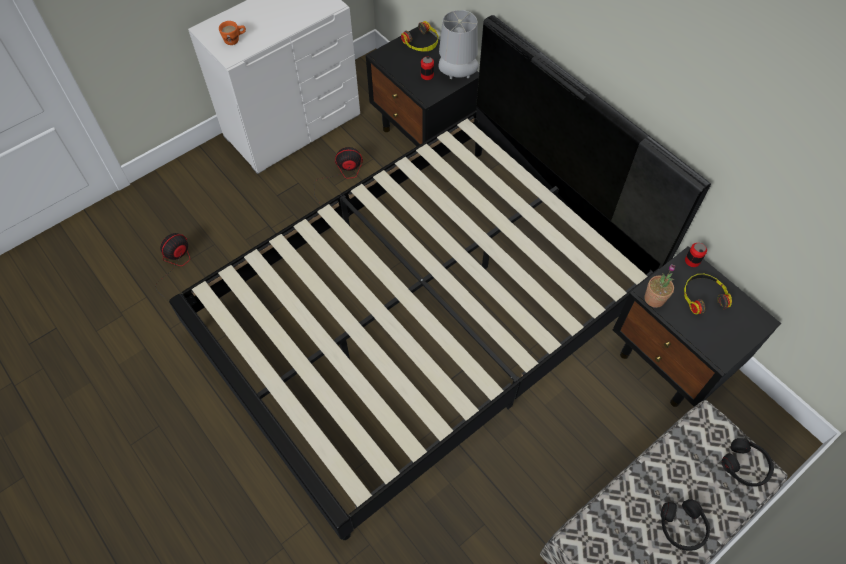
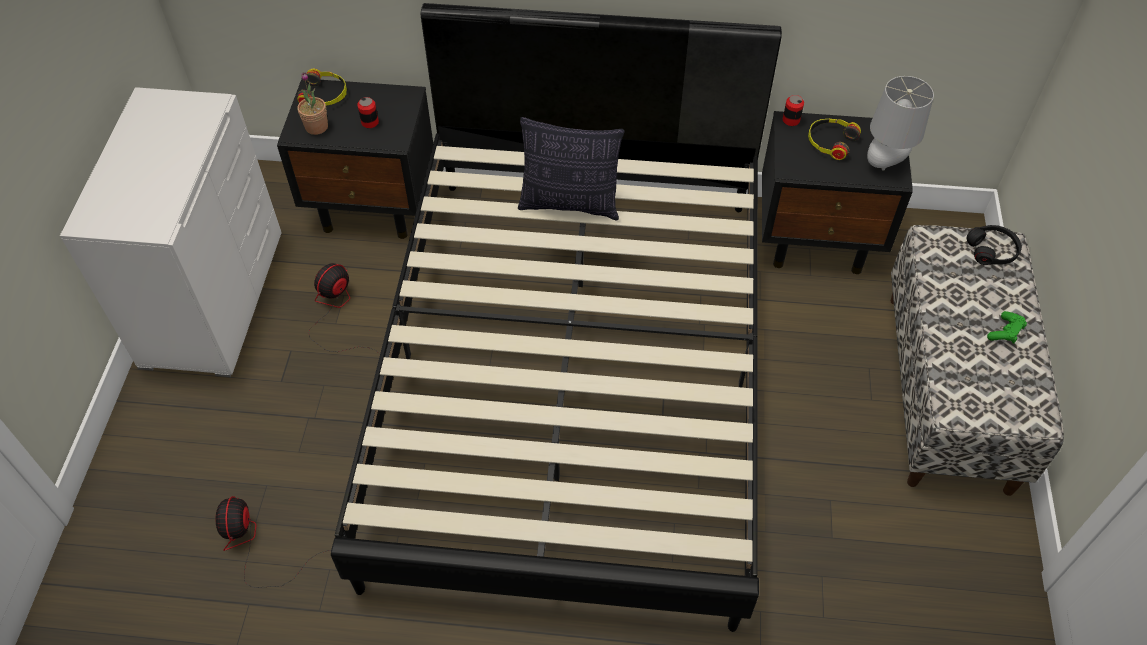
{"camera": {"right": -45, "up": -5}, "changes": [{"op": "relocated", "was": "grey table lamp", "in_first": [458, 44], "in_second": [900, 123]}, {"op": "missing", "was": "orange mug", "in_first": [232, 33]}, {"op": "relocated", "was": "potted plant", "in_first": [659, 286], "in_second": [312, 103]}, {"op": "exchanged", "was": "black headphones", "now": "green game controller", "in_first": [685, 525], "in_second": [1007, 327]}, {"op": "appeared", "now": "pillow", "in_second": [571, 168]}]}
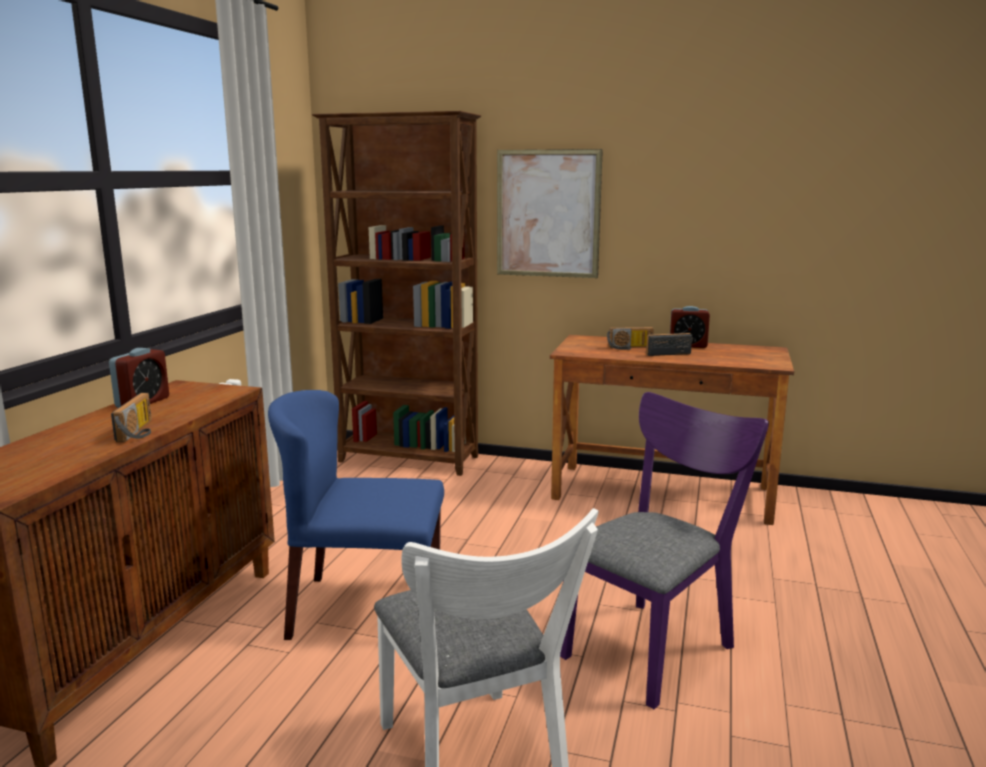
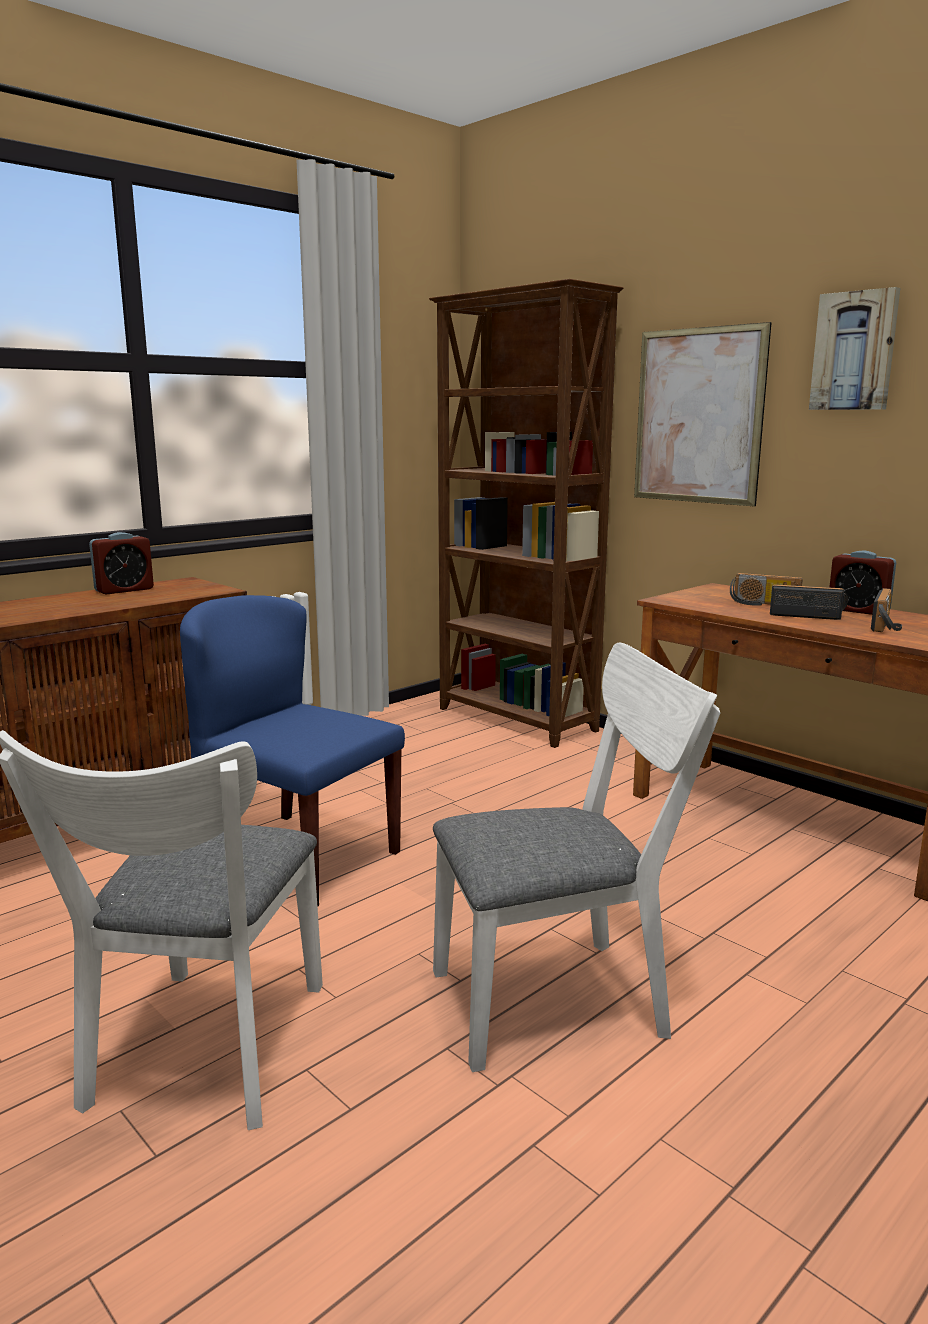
{"camera": {"right": 30, "up": 0}, "changes": [{"op": "colour", "was": "purple chair", "now": "white chair", "in_first": [664, 550], "in_second": [576, 857]}, {"op": "relocated", "was": "radio", "in_first": [131, 417], "in_second": [886, 610]}, {"op": "appeared", "now": "picture", "in_second": [854, 348]}]}
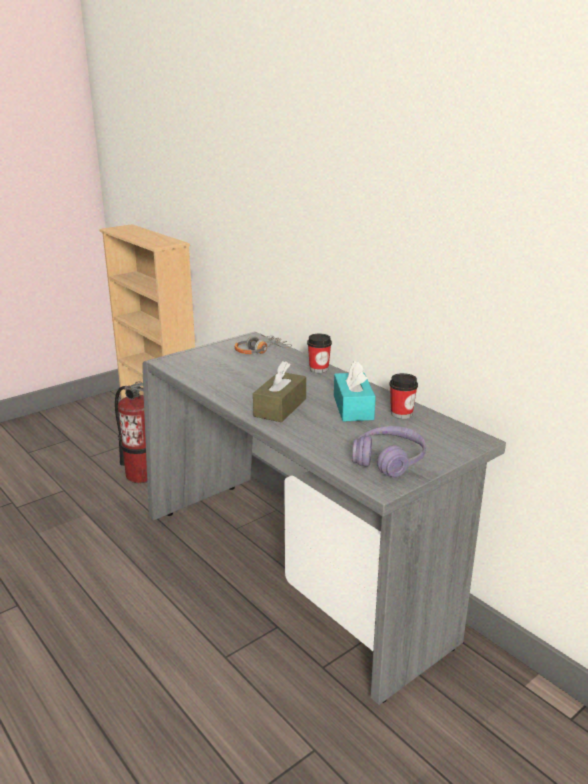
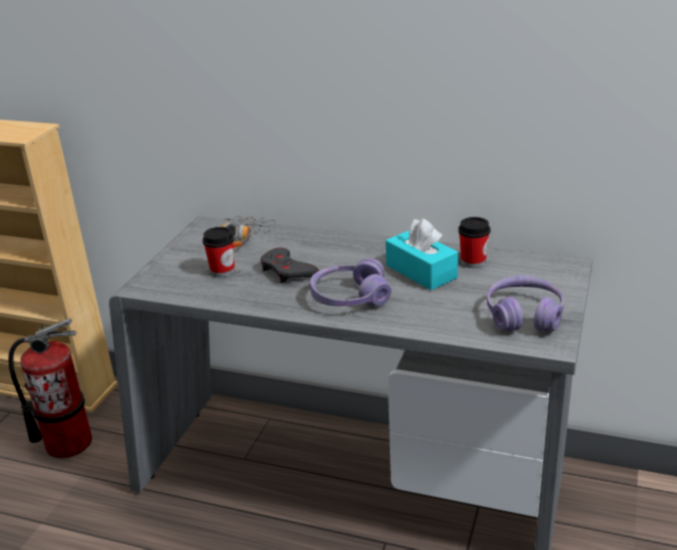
{"camera": {"right": -30, "up": 5}, "changes": [{"op": "relocated", "was": "cup", "in_first": [319, 353], "in_second": [219, 252]}, {"op": "exchanged", "was": "brown tissue box", "now": "purple headphones", "in_first": [279, 391], "in_second": [350, 282]}, {"op": "appeared", "now": "grey game controller", "in_second": [289, 265]}]}
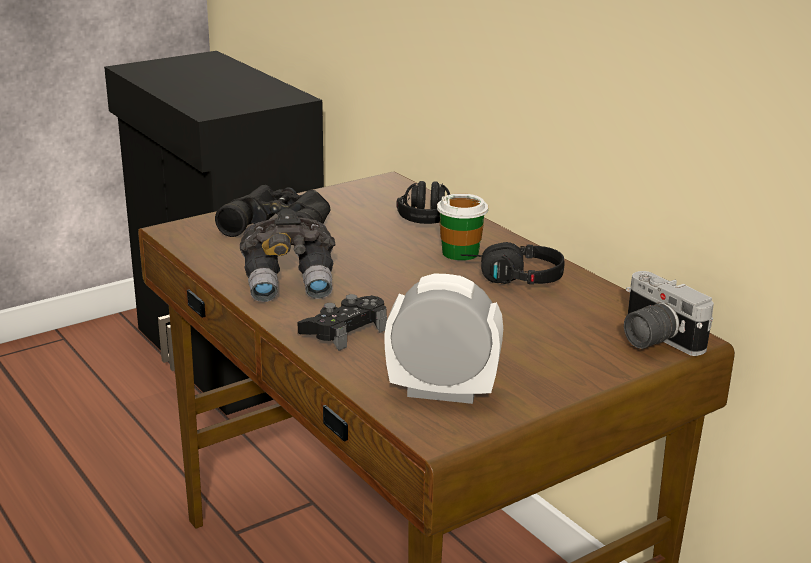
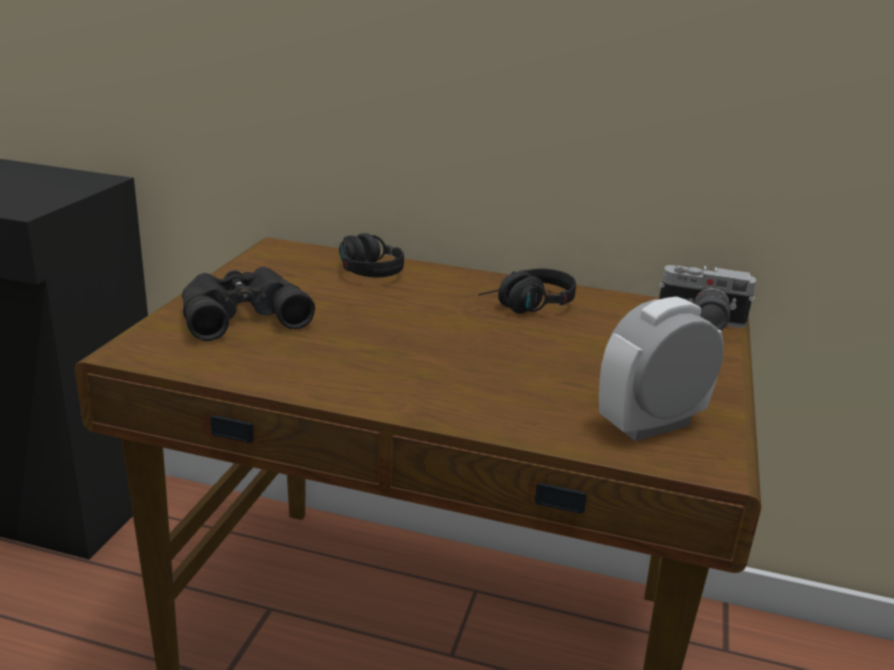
{"camera": {"right": -40, "up": 0}, "changes": [{"op": "missing", "was": "cup", "in_first": [462, 227]}, {"op": "missing", "was": "grey binoculars", "in_first": [288, 255]}, {"op": "missing", "was": "black game controller", "in_first": [342, 322]}]}
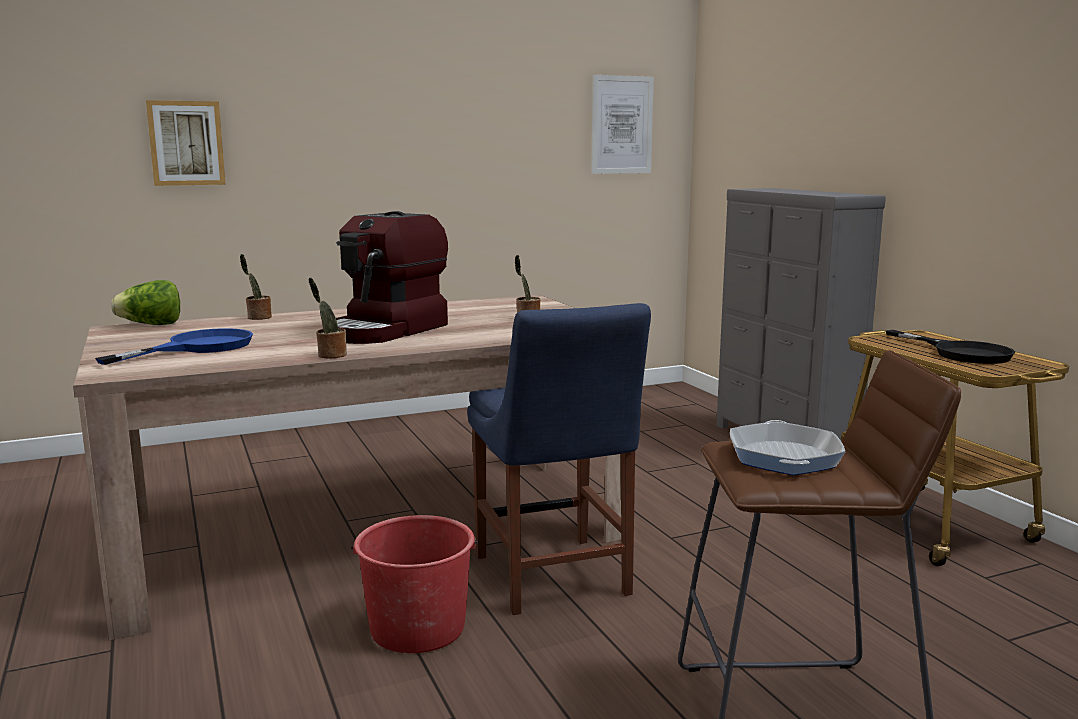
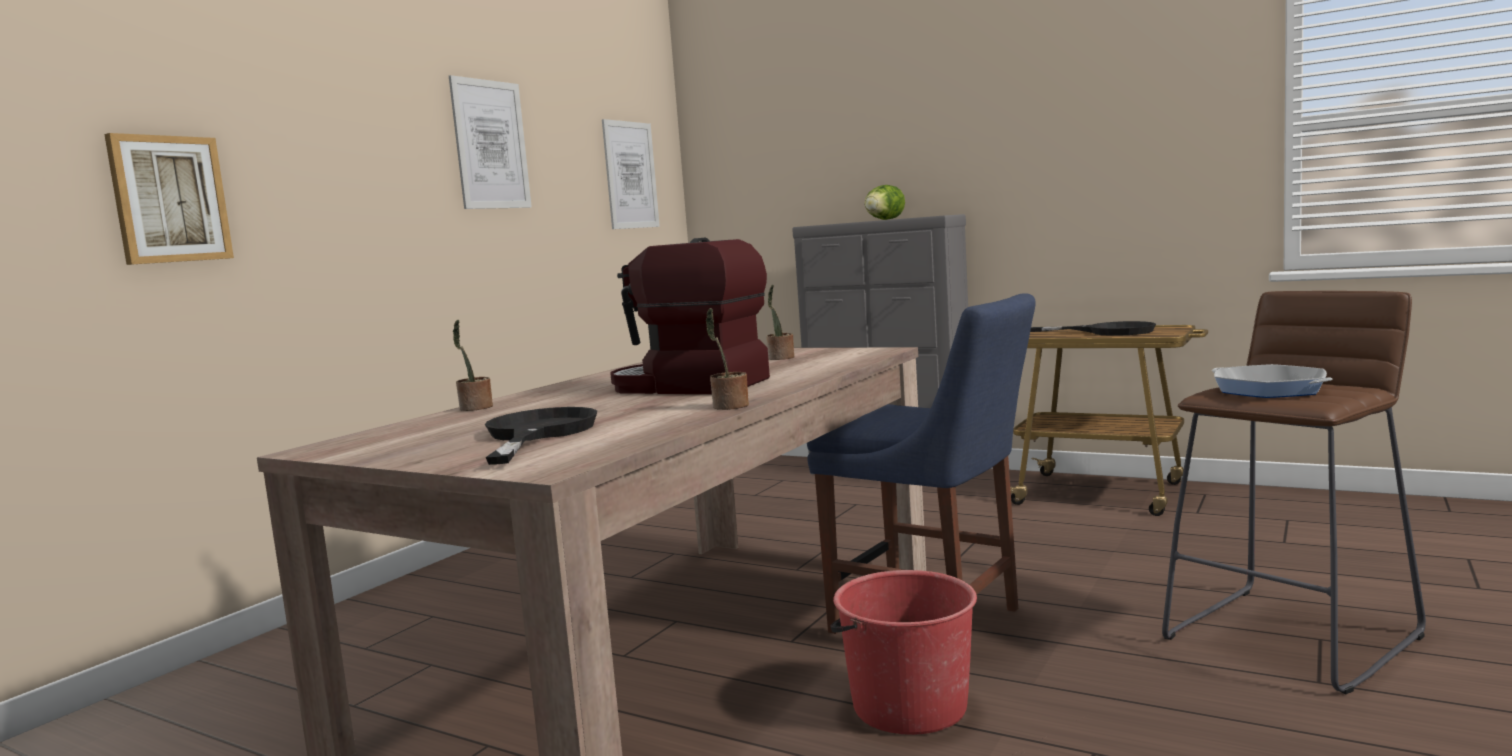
{"camera": {"right": -35, "up": -5}, "changes": [{"op": "spun", "was": "coffee machine", "in_first": [392, 277], "in_second": [690, 316], "clockwise": 120}, {"op": "relocated", "was": "lettuce", "in_first": [145, 302], "in_second": [885, 202]}, {"op": "colour", "was": "blue frying pan", "now": "black frying pan", "in_first": [174, 346], "in_second": [541, 436]}, {"op": "appeared", "now": "picture", "in_second": [490, 142]}]}
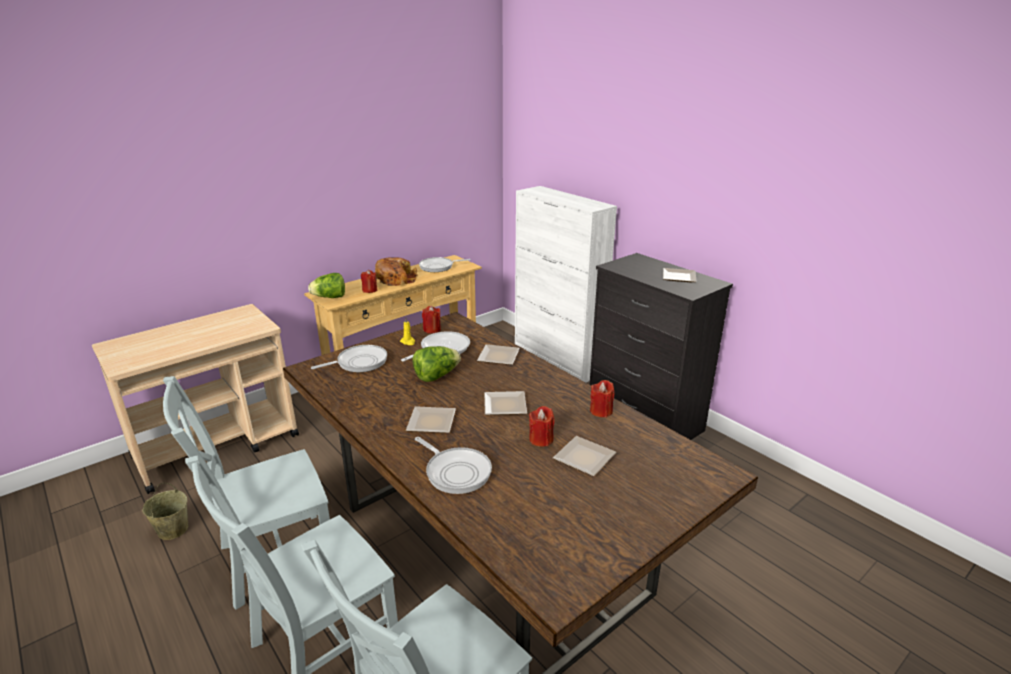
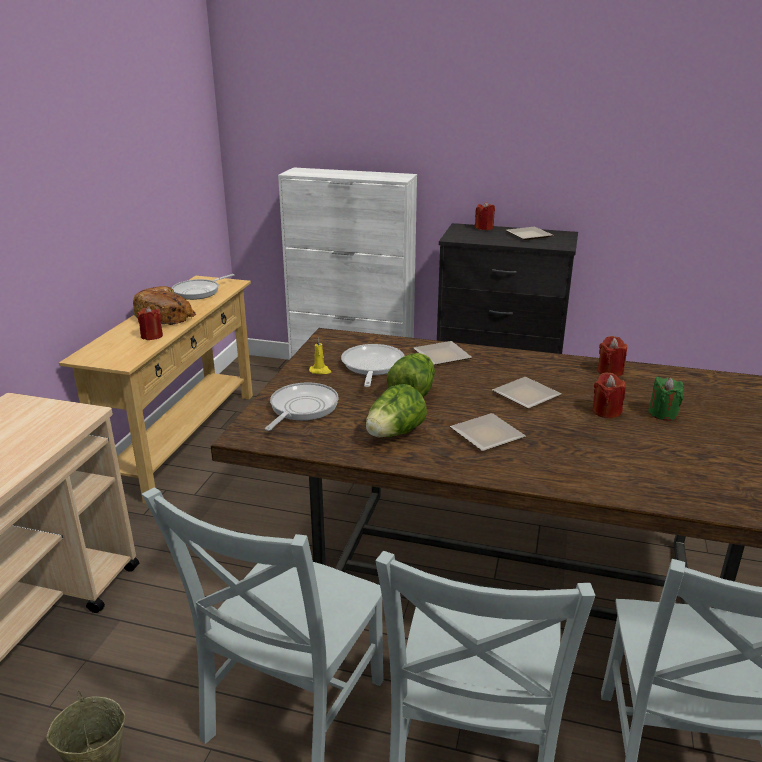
{"camera": {"right": -35, "up": 0}, "changes": [{"op": "relocated", "was": "lettuce", "in_first": [326, 285], "in_second": [396, 411]}, {"op": "relocated", "was": "red candle", "in_first": [431, 319], "in_second": [485, 216]}, {"op": "exchanged", "was": "plate", "now": "green candle", "in_first": [584, 456], "in_second": [666, 399]}, {"op": "missing", "was": "frying pan", "in_first": [453, 465]}]}
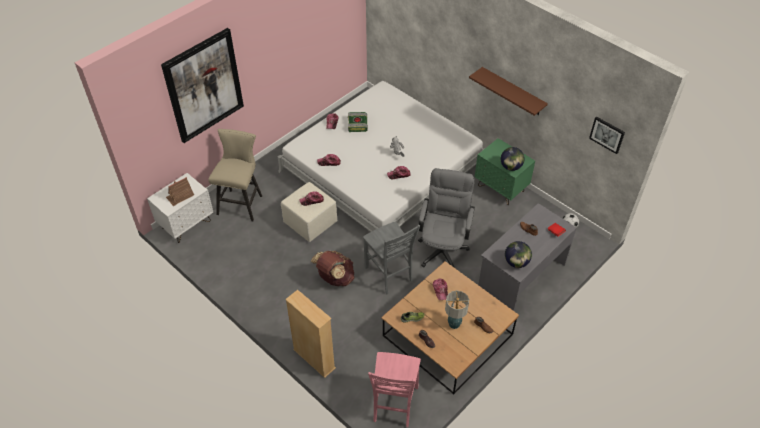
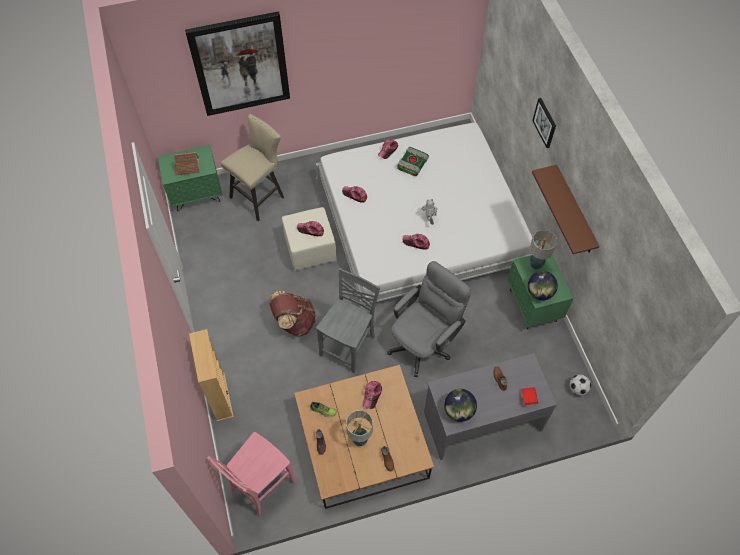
{"camera": {"right": 30, "up": 10}, "changes": [{"op": "relocated", "was": "picture", "in_first": [607, 135], "in_second": [544, 123]}, {"op": "colour", "was": "white nightstand", "now": "green nightstand", "in_first": [180, 208], "in_second": [190, 178]}, {"op": "spun", "was": "grey chair", "in_first": [391, 258], "in_second": [348, 320], "clockwise": -150}, {"op": "appeared", "now": "table lamp", "in_second": [543, 250]}]}
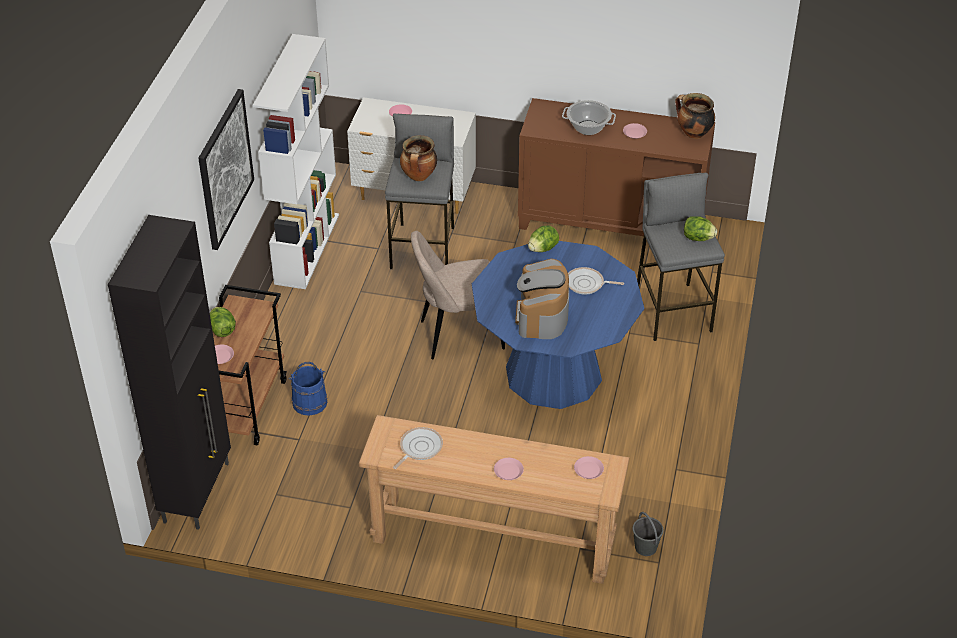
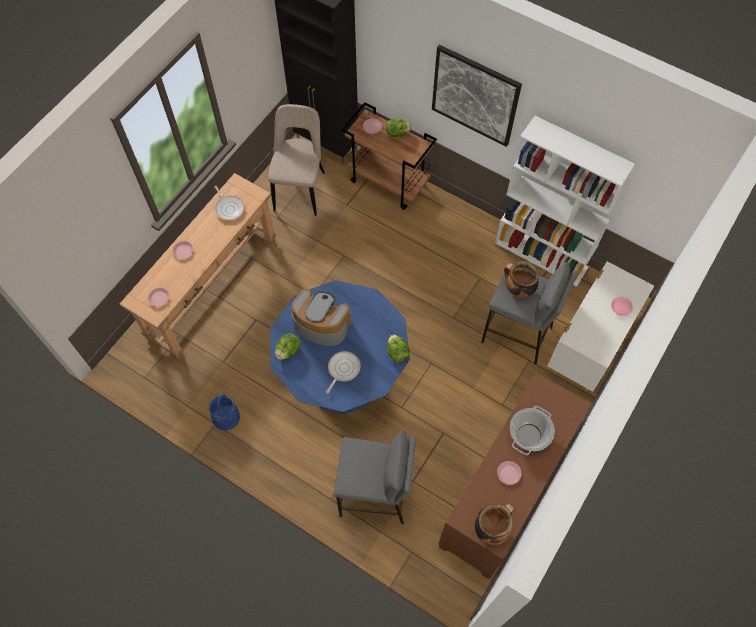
{"camera": {"right": 110, "up": 20}, "changes": [{"op": "relocated", "was": "lettuce", "in_first": [700, 228], "in_second": [288, 346]}, {"op": "relocated", "was": "beige chair", "in_first": [458, 295], "in_second": [296, 160]}, {"op": "relocated", "was": "blue bucket", "in_first": [308, 389], "in_second": [224, 411]}, {"op": "missing", "was": "grey bucket", "in_first": [648, 534]}]}
